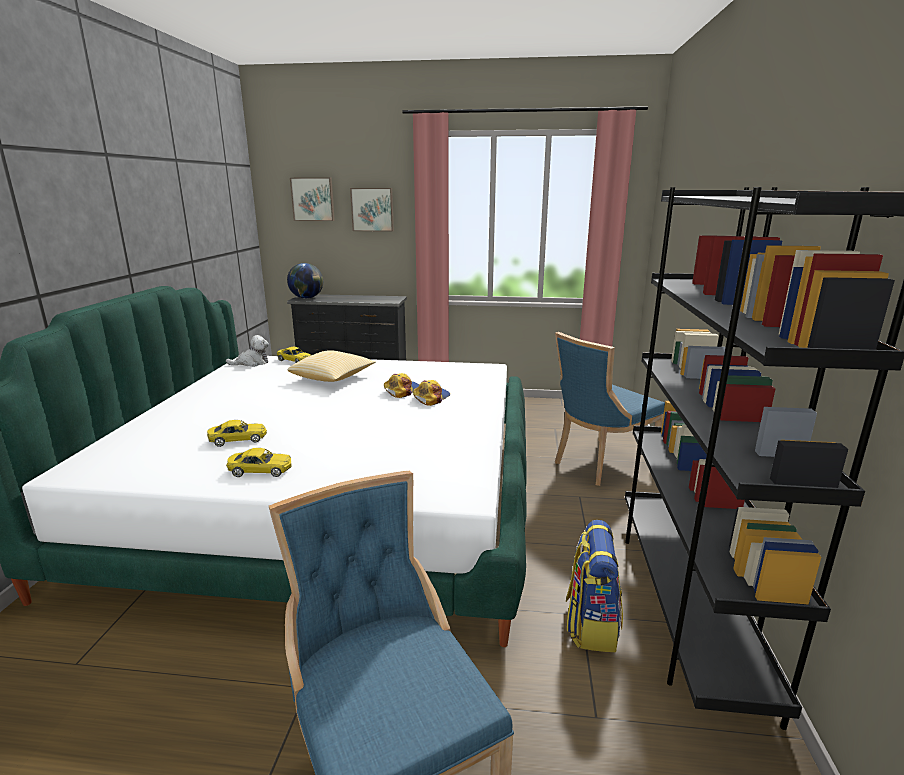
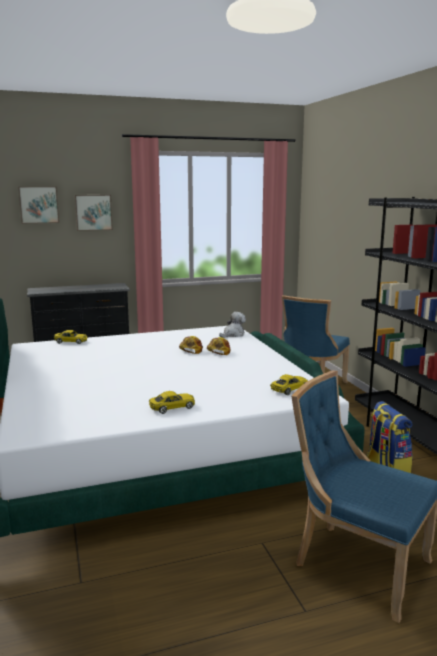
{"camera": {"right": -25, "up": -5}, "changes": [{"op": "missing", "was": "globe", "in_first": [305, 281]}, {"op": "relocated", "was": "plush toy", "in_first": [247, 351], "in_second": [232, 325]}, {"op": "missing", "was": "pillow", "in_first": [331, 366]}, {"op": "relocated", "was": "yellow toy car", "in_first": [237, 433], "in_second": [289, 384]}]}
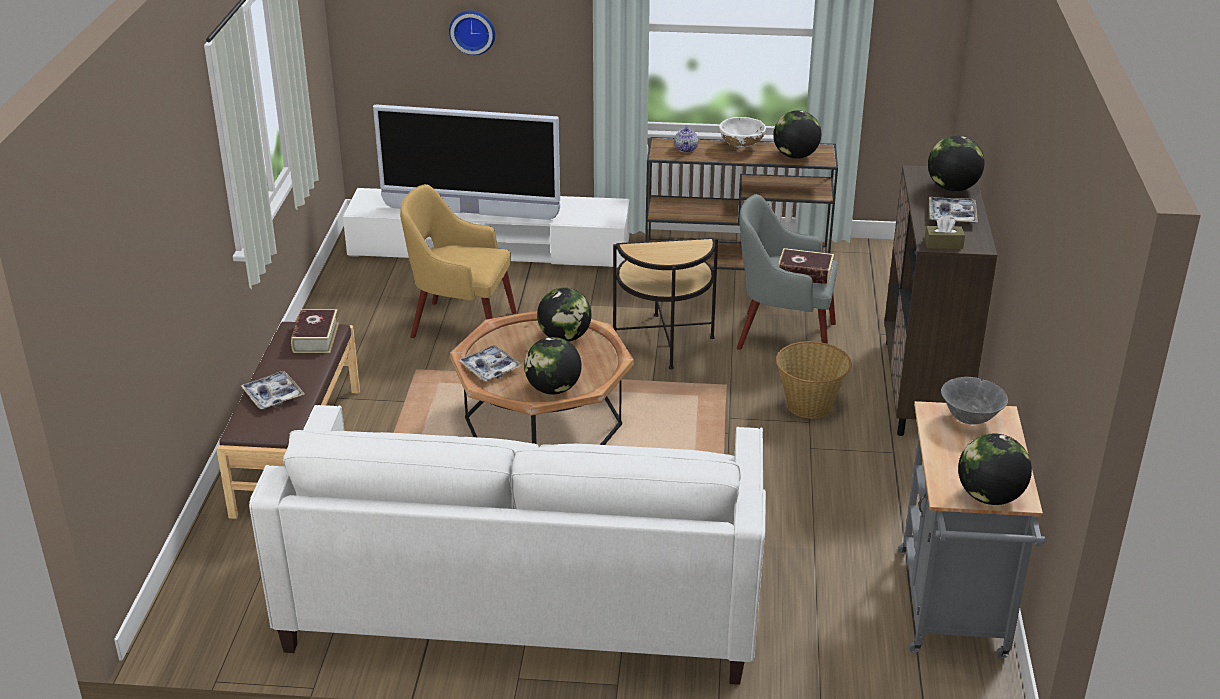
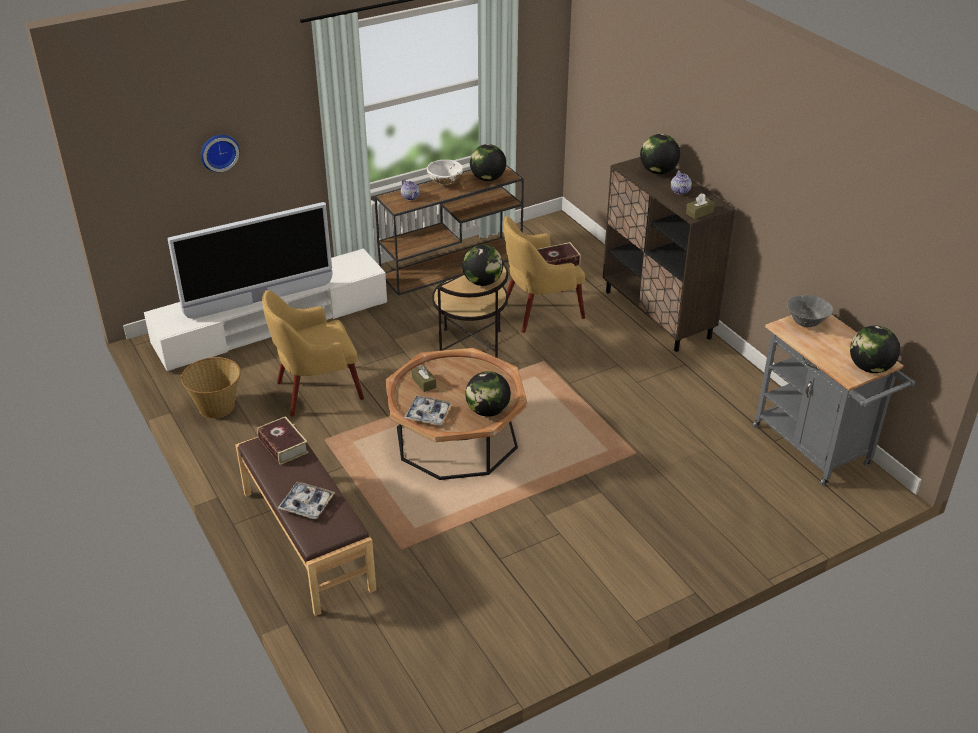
{"camera": {"right": -35, "up": 5}, "changes": [{"op": "colour", "was": "grey armchair", "now": "yellow armchair", "in_first": [787, 272], "in_second": [544, 274]}, {"op": "exchanged", "was": "tray", "now": "teapot", "in_first": [953, 210], "in_second": [681, 182]}, {"op": "relocated", "was": "globe", "in_first": [564, 315], "in_second": [482, 265]}, {"op": "relocated", "was": "basket", "in_first": [814, 380], "in_second": [211, 388]}, {"op": "missing", "was": "white sofa", "in_first": [507, 545]}, {"op": "appeared", "now": "brown tissue box", "in_second": [424, 378]}]}
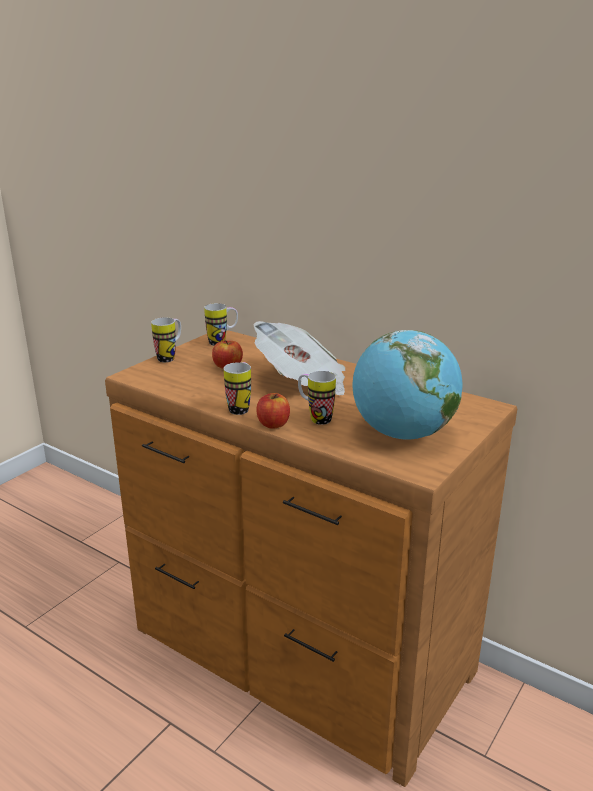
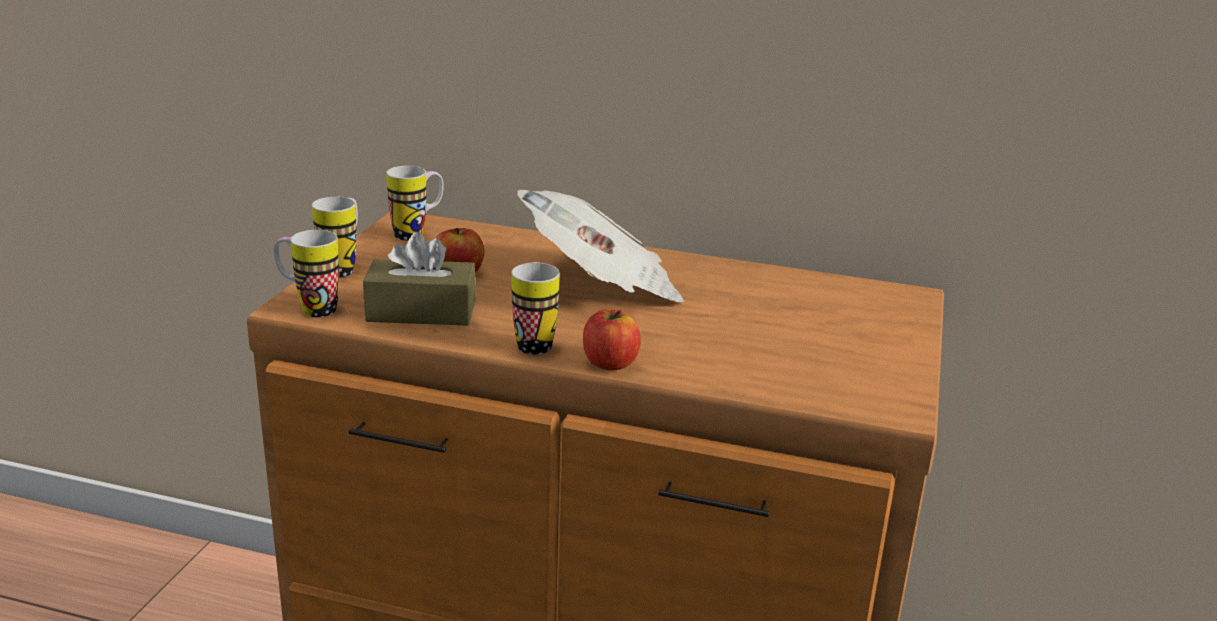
{"camera": {"right": -20, "up": 0}, "changes": [{"op": "missing", "was": "globe", "in_first": [408, 384]}, {"op": "relocated", "was": "mug", "in_first": [317, 398], "in_second": [306, 273]}, {"op": "appeared", "now": "brown tissue box", "in_second": [419, 279]}]}
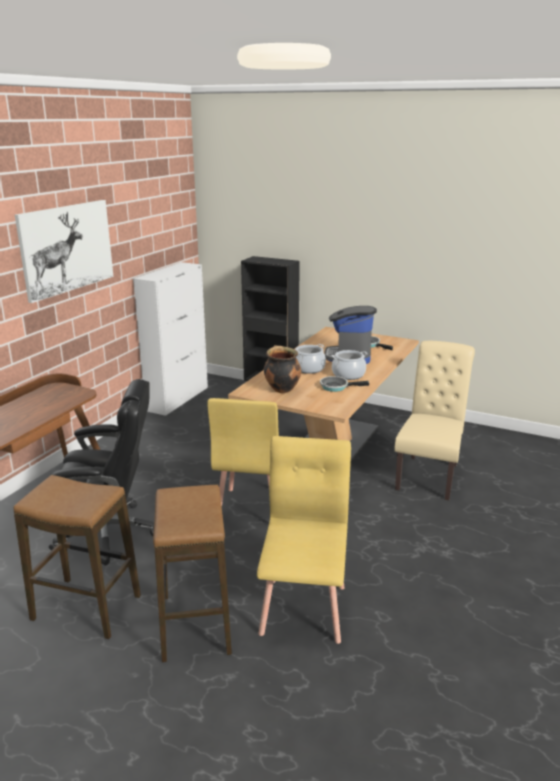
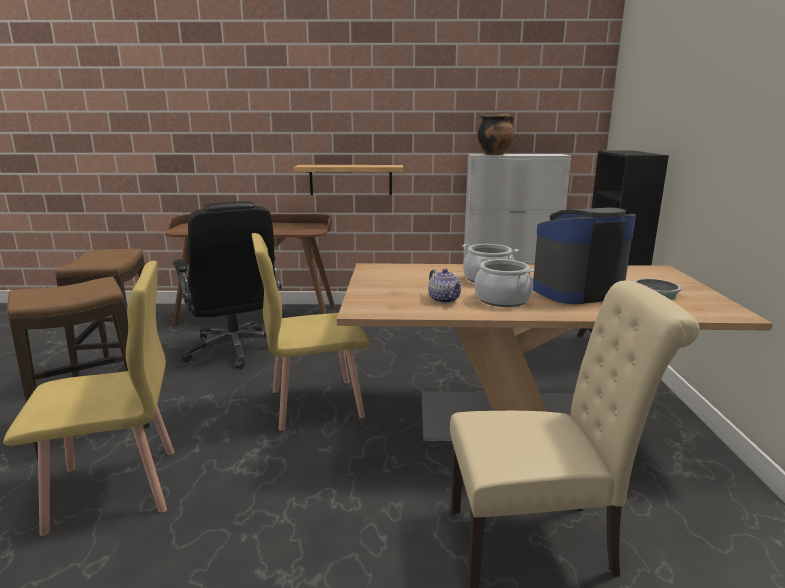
{"camera": {"right": 65, "up": -5}, "changes": [{"op": "missing", "was": "picture", "in_first": [64, 251]}, {"op": "relocated", "was": "cooking pot", "in_first": [282, 369], "in_second": [496, 134]}, {"op": "exchanged", "was": "frying pan", "now": "teapot", "in_first": [344, 384], "in_second": [445, 286]}, {"op": "appeared", "now": "shelf", "in_second": [348, 180]}]}
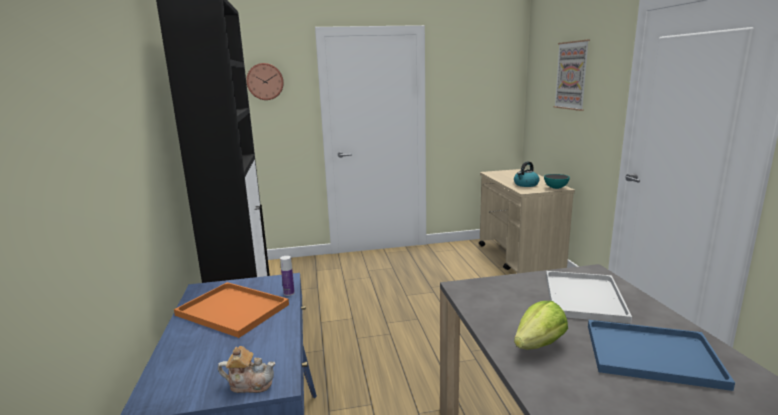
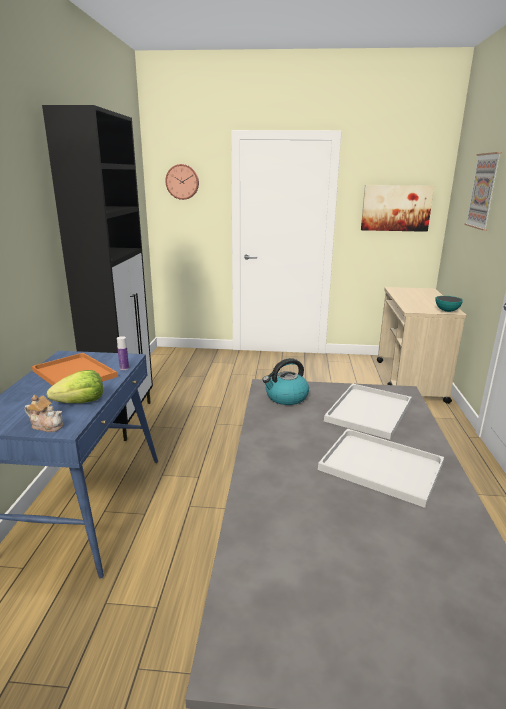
{"camera": {"right": 15, "up": 5}, "changes": [{"op": "relocated", "was": "kettle", "in_first": [527, 174], "in_second": [285, 381]}, {"op": "relocated", "was": "lettuce", "in_first": [541, 325], "in_second": [75, 386]}, {"op": "colour", "was": "blue tray", "now": "white tray", "in_first": [661, 355], "in_second": [381, 468]}, {"op": "appeared", "now": "picture", "in_second": [397, 208]}]}
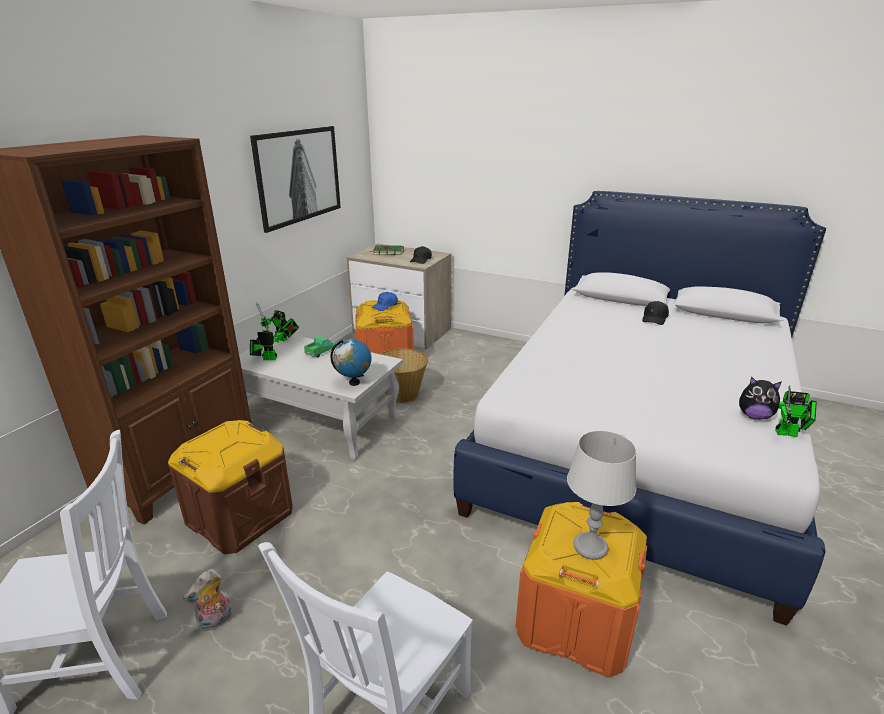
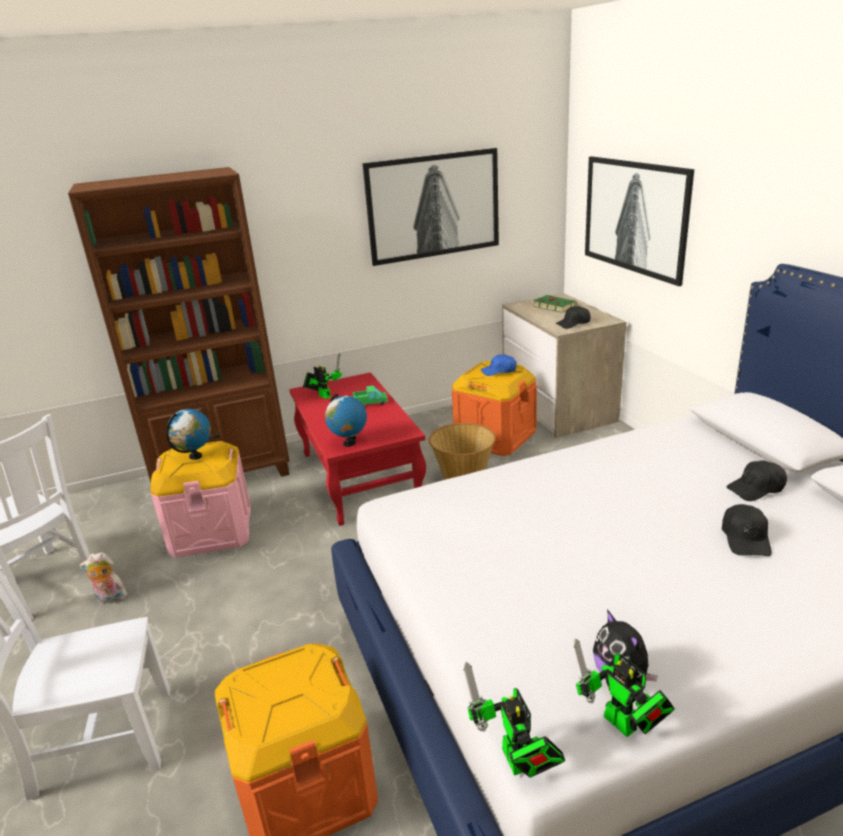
{"camera": {"right": 45, "up": 0}, "changes": [{"op": "relocated", "was": "toy robot", "in_first": [277, 322], "in_second": [514, 720]}, {"op": "colour", "was": "white coffee table", "now": "red coffee table", "in_first": [321, 398], "in_second": [357, 449]}, {"op": "colour", "was": "brown storage box", "now": "pink storage box", "in_first": [230, 487], "in_second": [200, 499]}, {"op": "missing", "was": "grey table lamp", "in_first": [601, 495]}, {"op": "appeared", "now": "picture", "in_second": [639, 221]}, {"op": "appeared", "now": "globe", "in_second": [188, 434]}, {"op": "appeared", "now": "black cap", "in_second": [747, 530]}]}
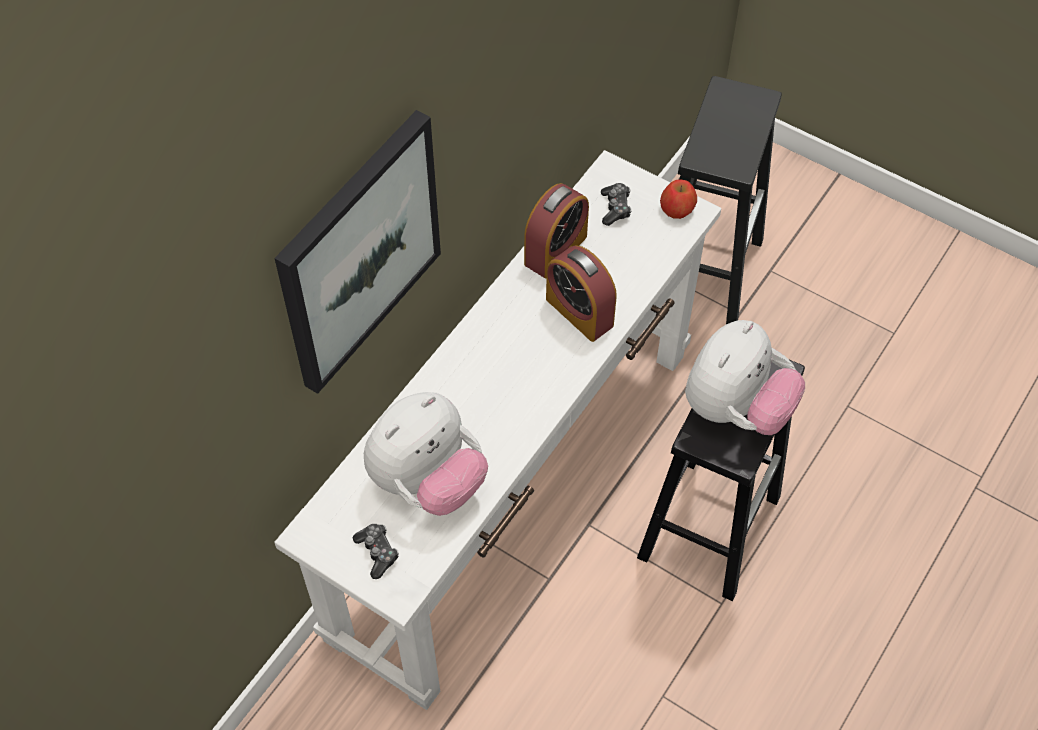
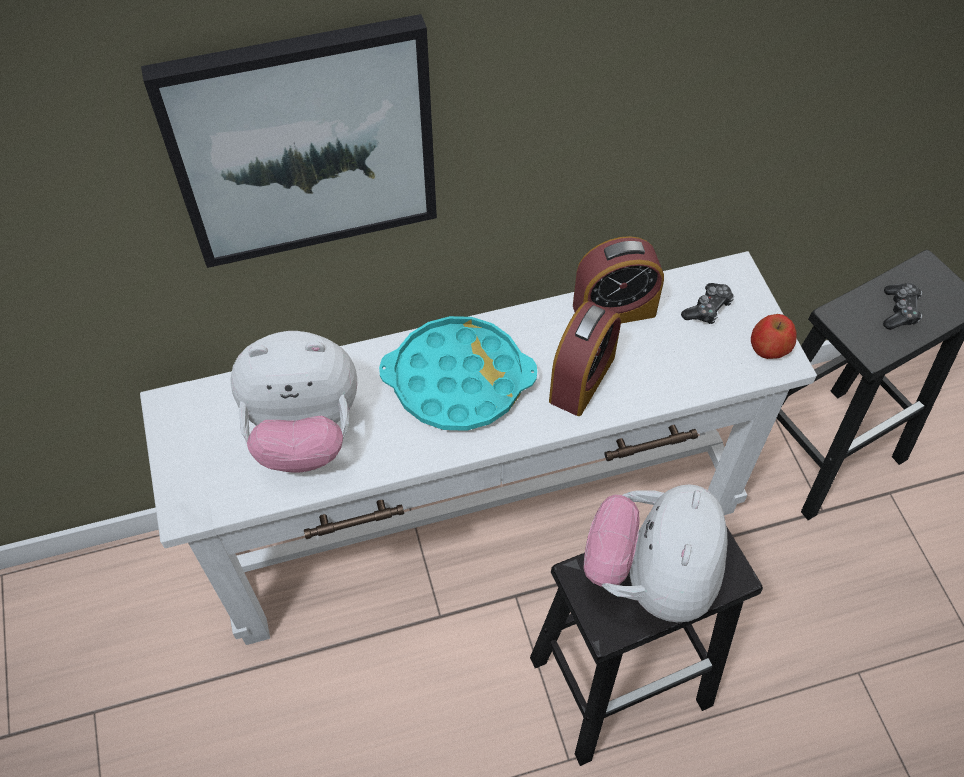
{"camera": {"right": 40, "up": 0}, "changes": [{"op": "spun", "was": "alarm clock", "in_first": [581, 293], "in_second": [585, 358], "clockwise": -150}, {"op": "spun", "was": "plush toy", "in_first": [745, 377], "in_second": [655, 553], "clockwise": 120}, {"op": "relocated", "was": "game controller", "in_first": [376, 551], "in_second": [902, 306]}, {"op": "appeared", "now": "turquoise tray", "in_second": [458, 373]}]}
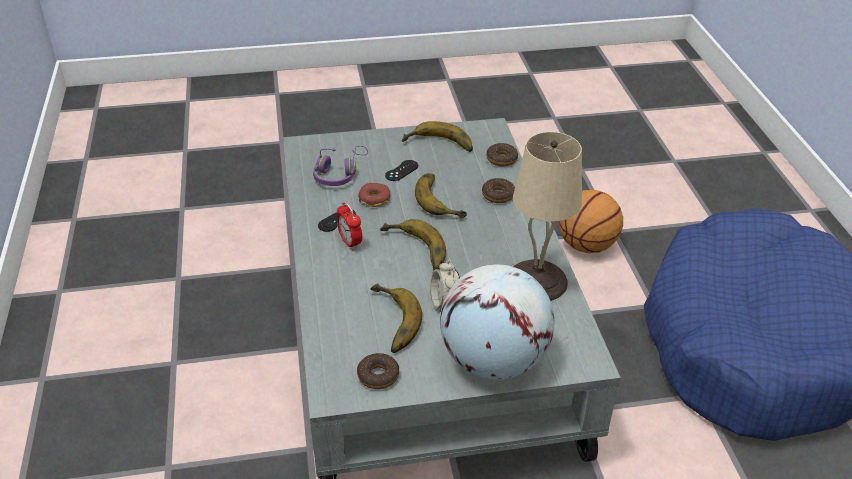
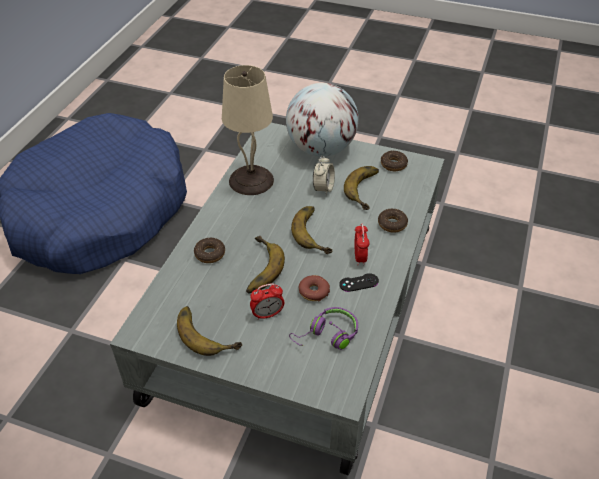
{"camera": {"right": -150, "up": 5}, "changes": [{"op": "relocated", "was": "donut", "in_first": [502, 154], "in_second": [393, 221]}, {"op": "exchanged", "was": "black game controller", "now": "alarm clock", "in_first": [401, 170], "in_second": [267, 301]}, {"op": "missing", "was": "basketball", "in_first": [591, 221]}]}
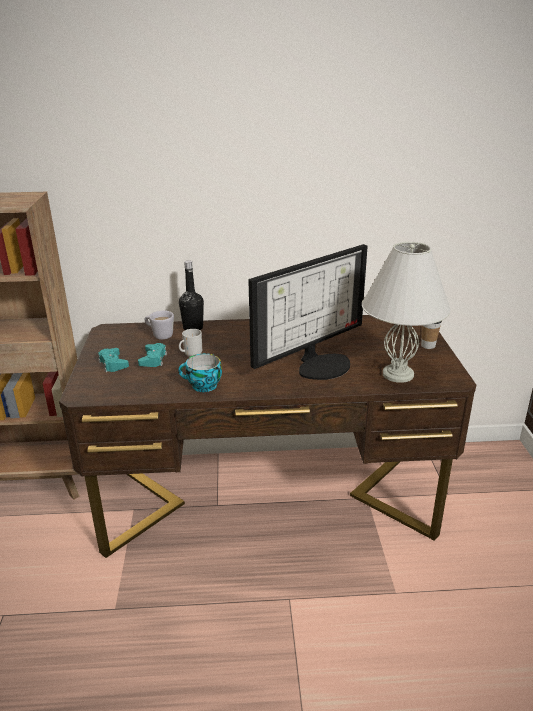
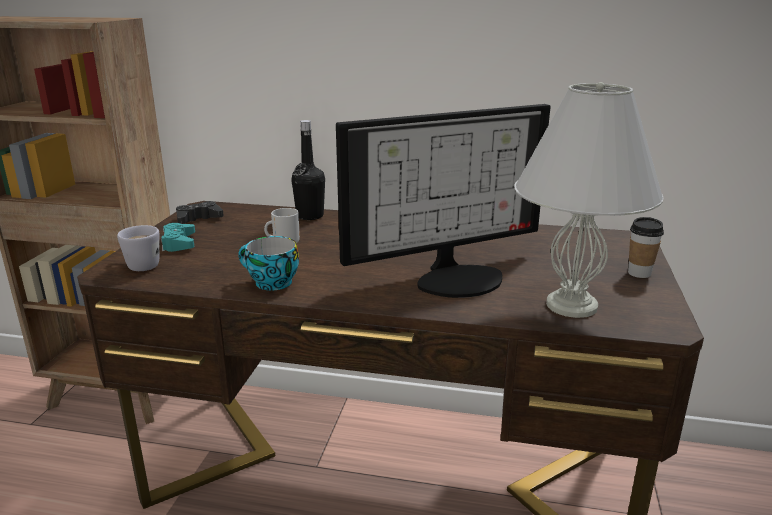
{"camera": {"right": 15, "up": -5}, "changes": [{"op": "relocated", "was": "white mug", "in_first": [159, 325], "in_second": [138, 248]}, {"op": "missing", "was": "turquoise game controller", "in_first": [152, 355]}, {"op": "appeared", "now": "black game controller", "in_second": [200, 212]}]}
